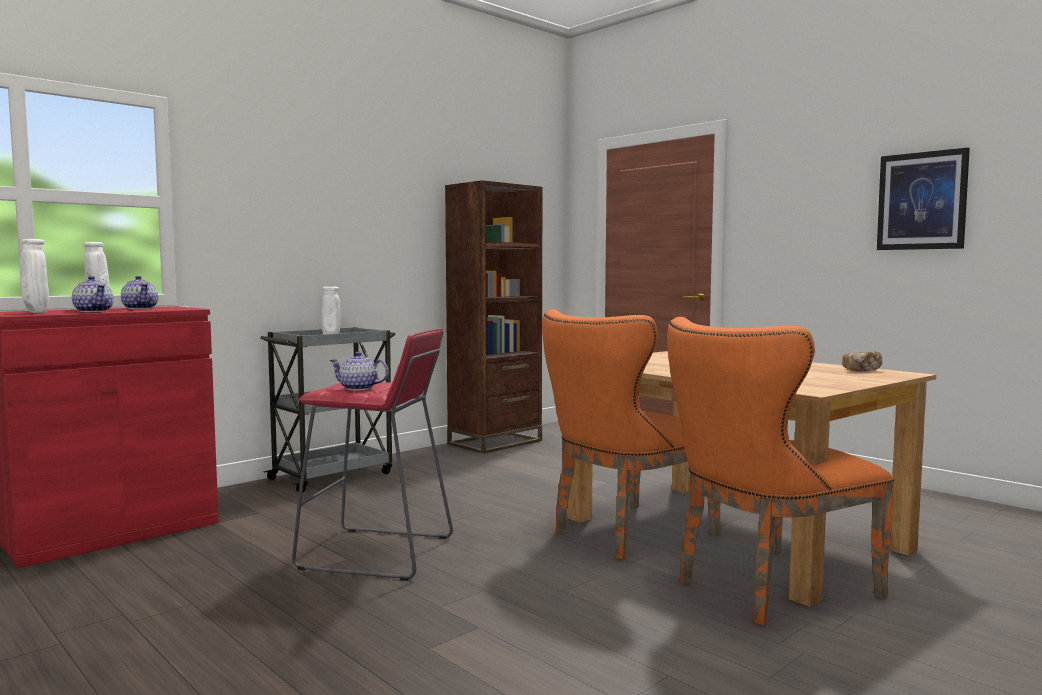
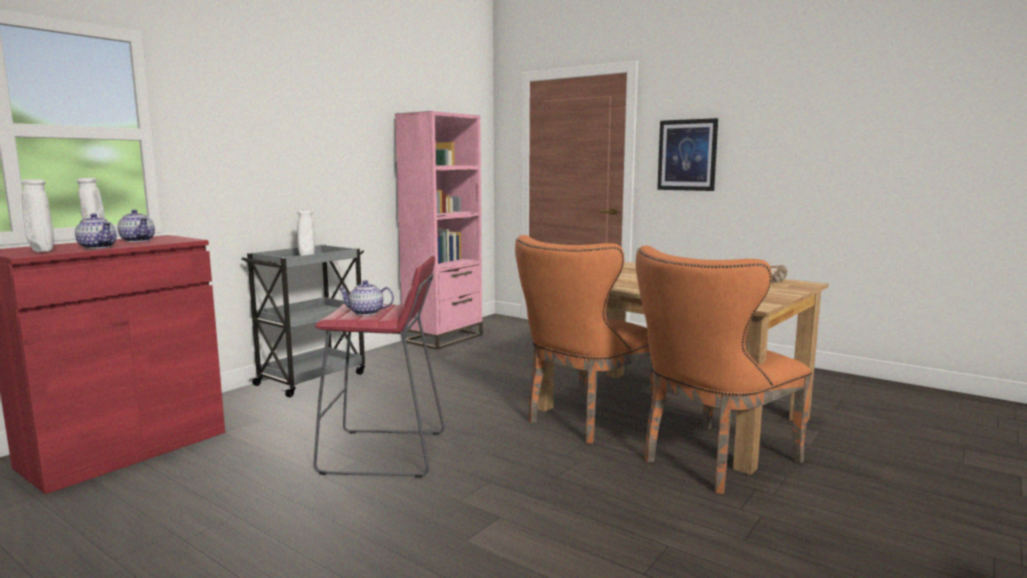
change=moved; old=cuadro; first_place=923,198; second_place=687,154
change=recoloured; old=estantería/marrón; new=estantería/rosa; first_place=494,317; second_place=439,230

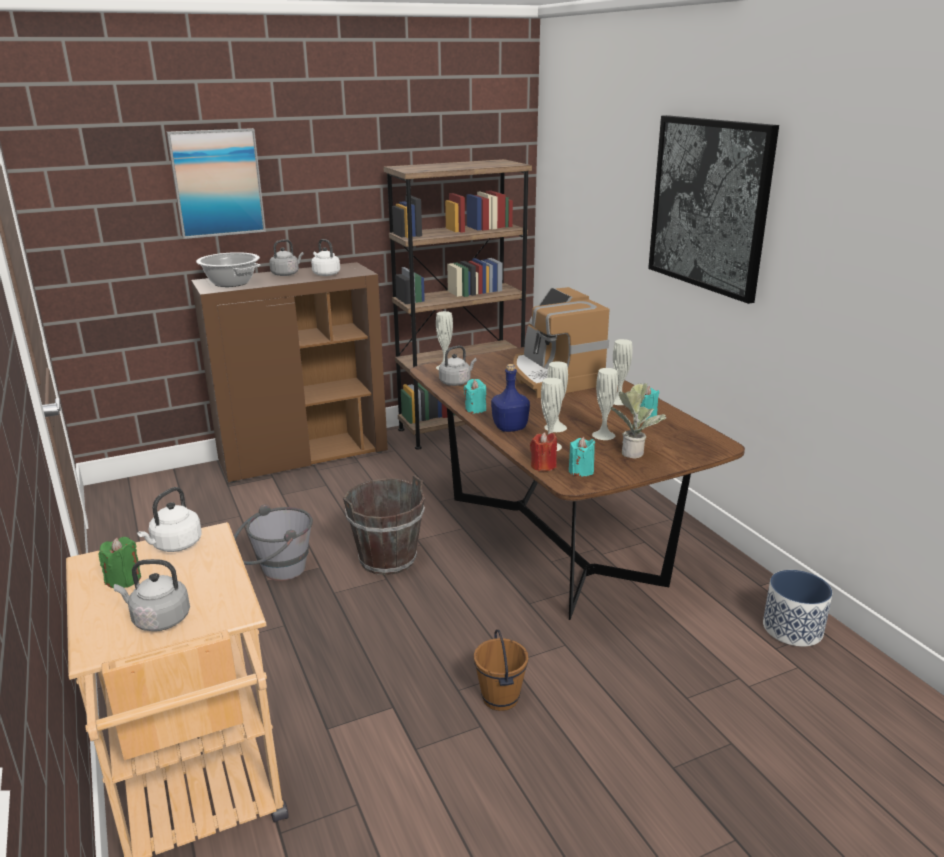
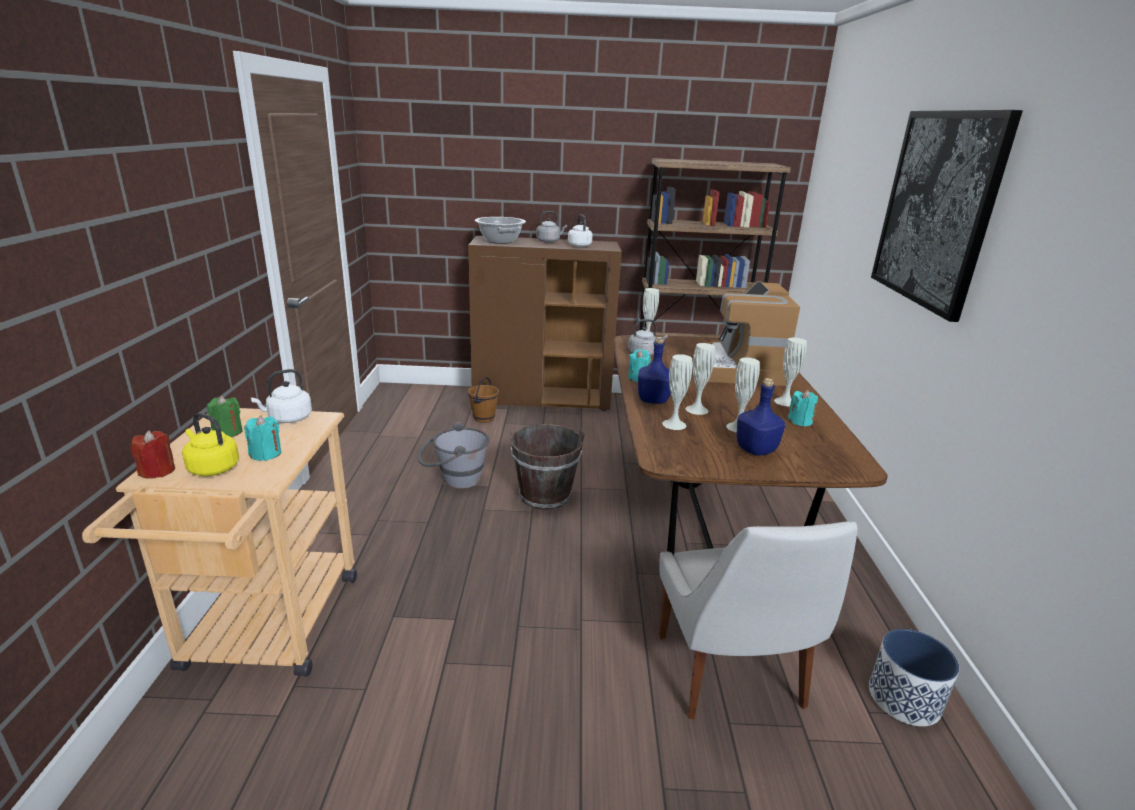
change=removed; old=cuadro; first_place=216,183
change=added; new=silla/blanco; second_place=758,620
change=moved; old=cubo/marrón; first_place=501,670; second_place=483,400
change=moved; old=vela/rojo; first_place=543,451; second_place=153,454
change=moved; old=vela/turquesa; first_place=582,457; second_place=262,438
change=replaced; old=planta en maceta; new=botella/azul; first_place=638,420; second_place=761,417
change=recoloured; old=hervidor/gris; new=hervidor/amarillo; first_place=152,595; second_place=210,444

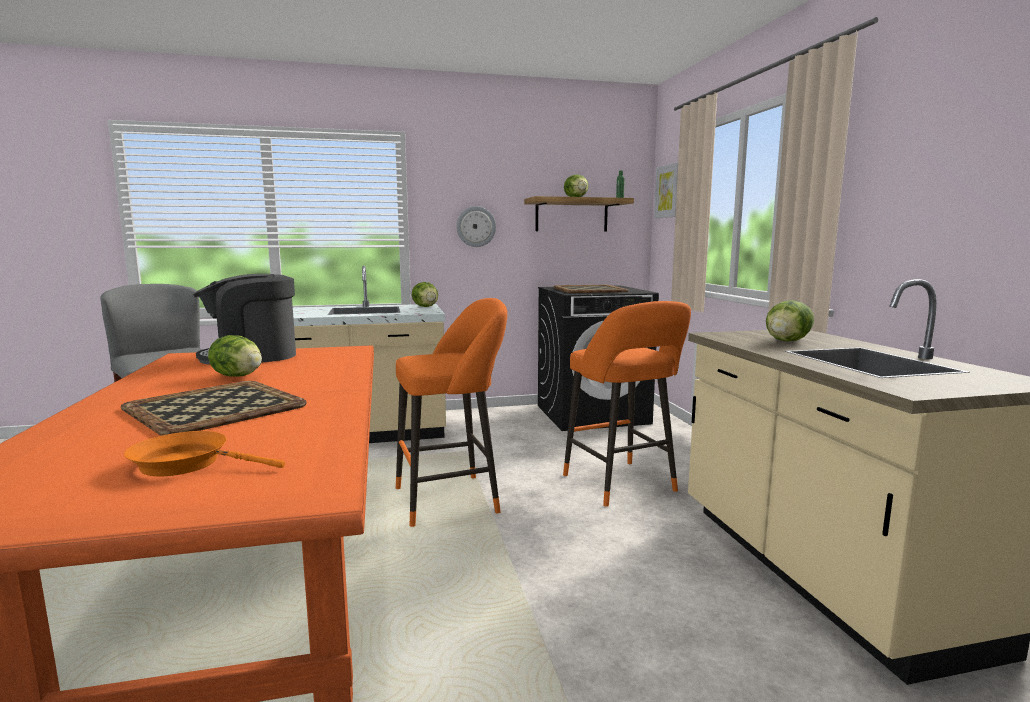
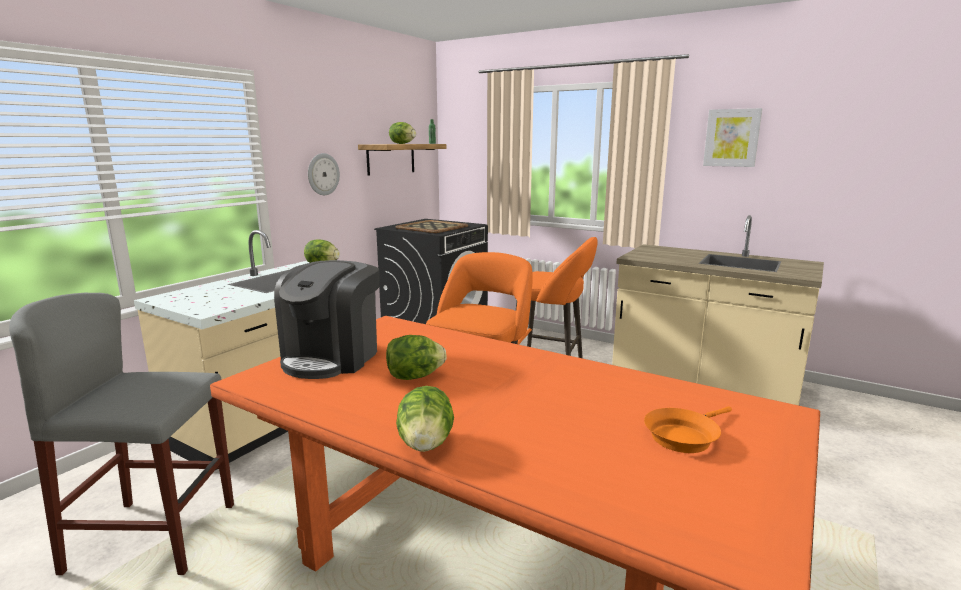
change=removed; old=bandeja; first_place=214,408
change=moved; old=cuadro; first_place=666,190; second_place=732,137
change=moved; old=lechuga; first_place=790,320; second_place=425,419

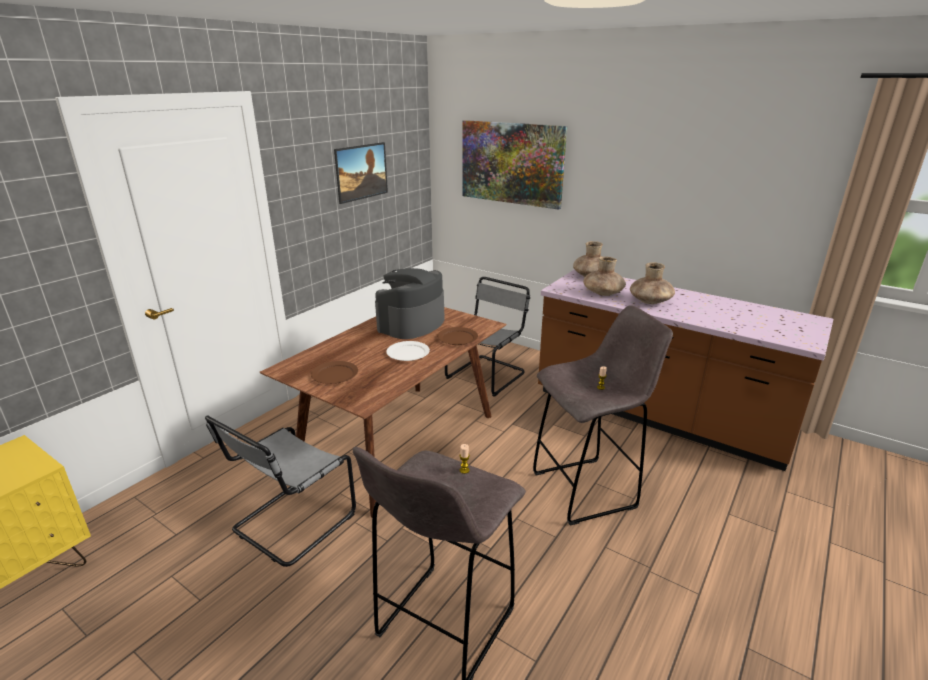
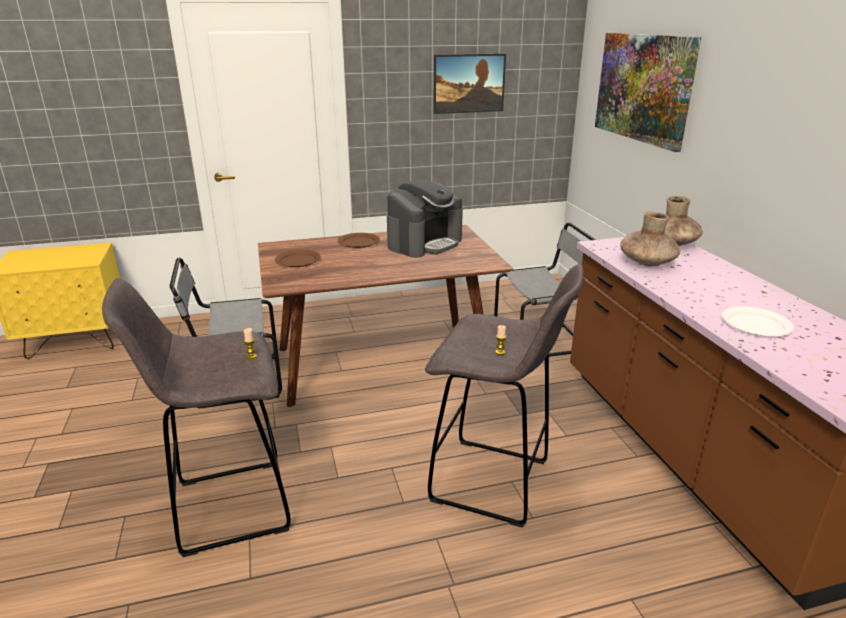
change=removed; old=florero/marrón; first_place=652,283
change=moved; old=plato/blanco; first_place=408,351; second_place=758,321
change=moved; old=plato/marrón; first_place=457,336; second_place=359,240
change=turned; old=cafetera; first_place=410,303; second_place=425,218; degrees=150

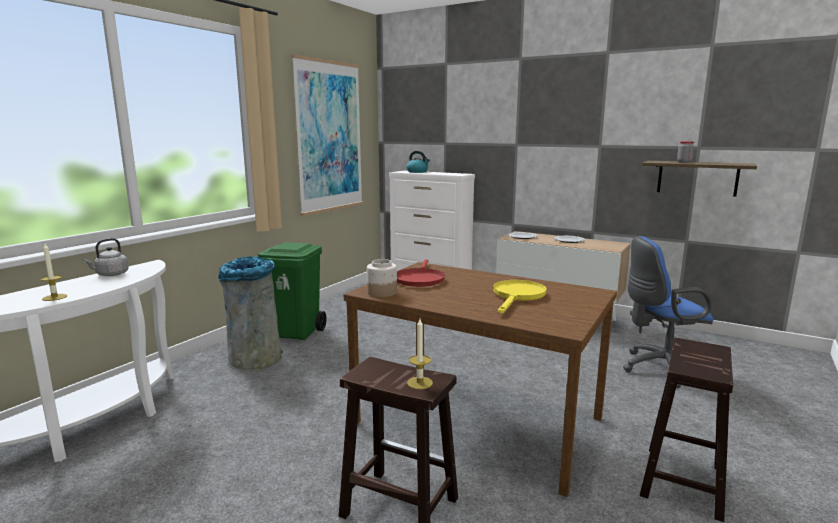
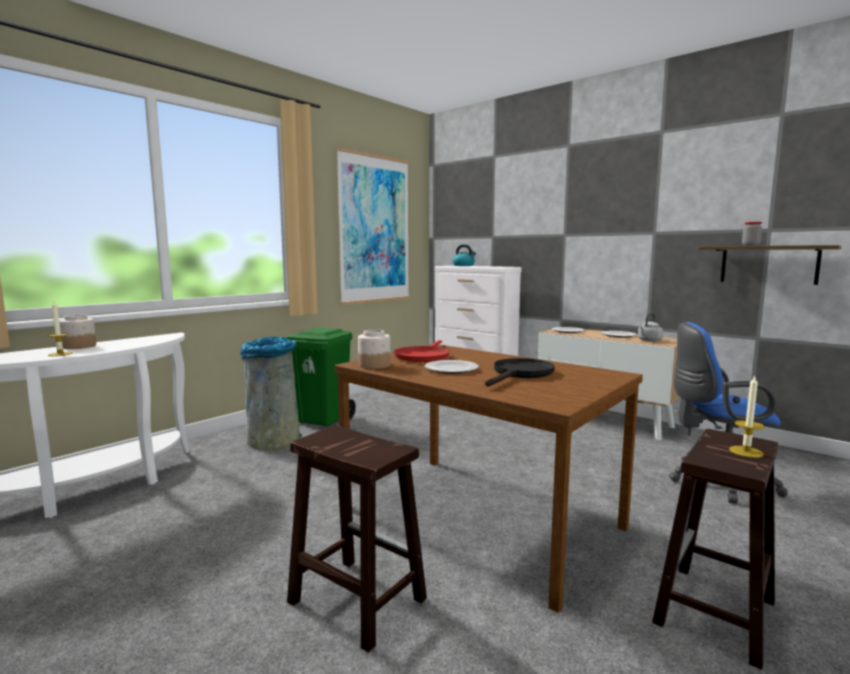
change=added; new=tarro; second_place=77,332
change=added; new=plato; second_place=452,367
change=moved; old=hervidor/gris; first_place=106,257; second_place=650,326
change=moved; old=vela; first_place=420,354; second_place=746,416
change=recoloured; old=sartén/amarillo; new=sartén/negro; first_place=519,297; second_place=520,372

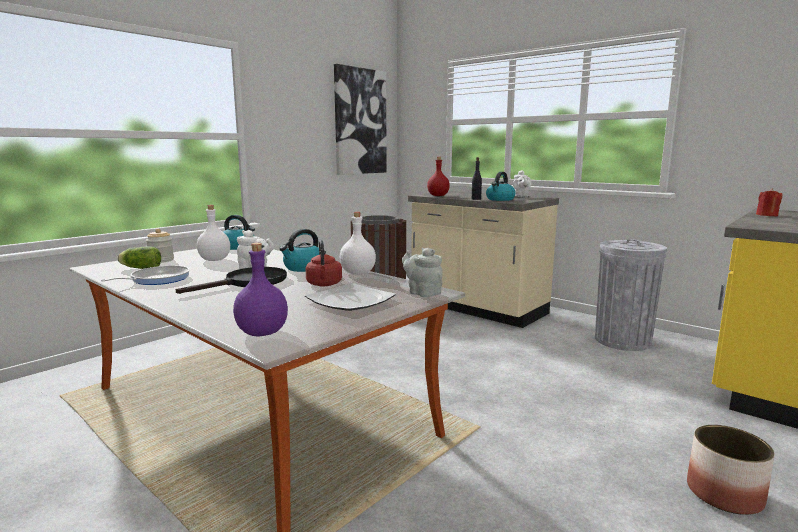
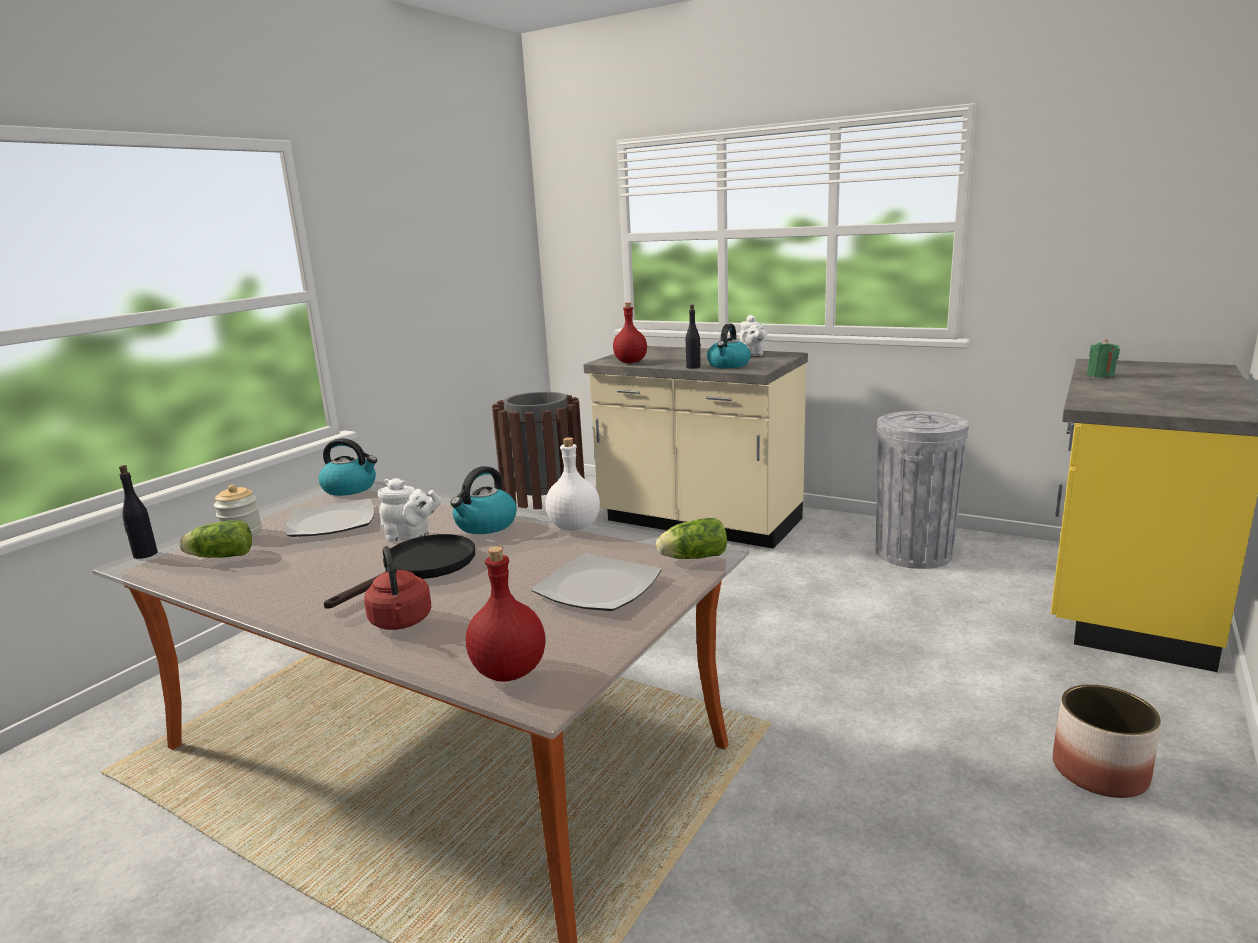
change=removed; old=sartén; first_place=145,275
change=removed; old=cuadro; first_place=360,119
change=added; new=botella/negro; second_place=138,512
change=moved; old=hervidor/rojo; first_place=323,263; second_place=397,588
change=replaced; old=botella/blanco; new=plato; first_place=213,233; second_place=330,517
change=replaced; old=tetera/gris; new=lechuga; first_place=422,272; second_place=691,538
change=recoloured; old=botella/morado; new=botella/rojo; first_place=260,289; second_place=505,614
change=recoloured; old=vela/rojo; new=vela/verde; first_place=769,202; second_place=1103,358

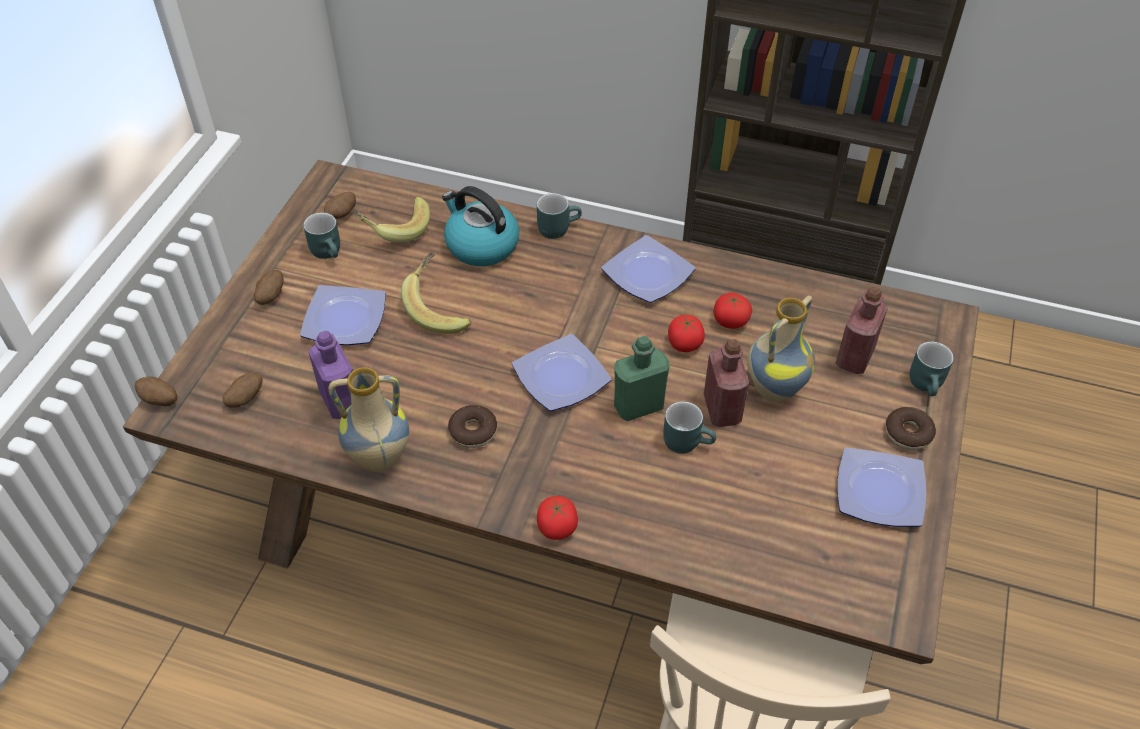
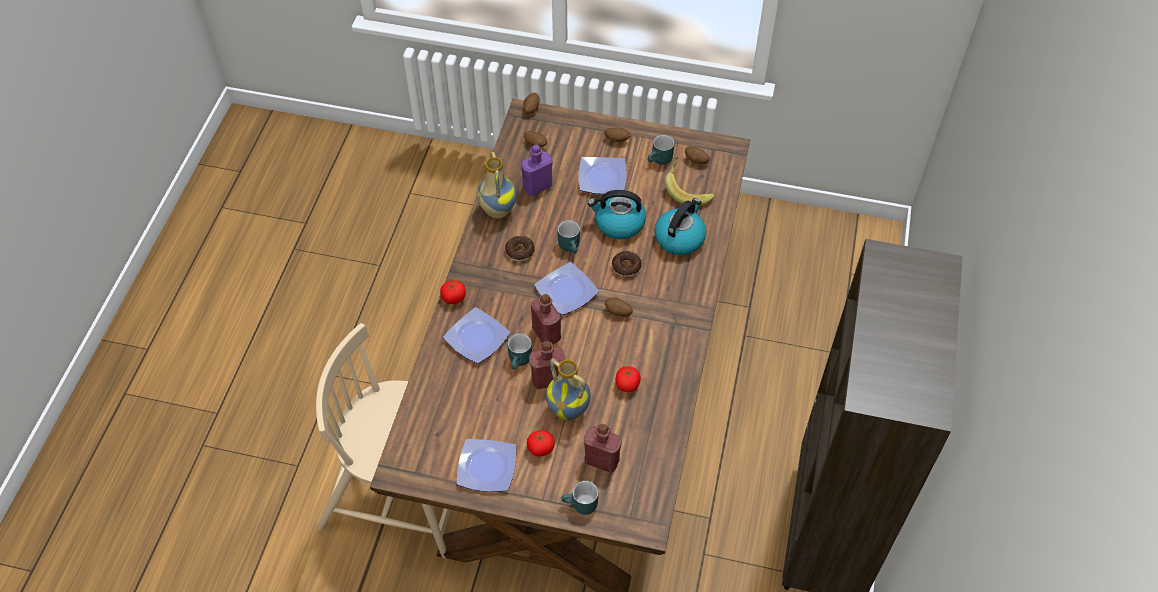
change=added; new=patata; second_place=619,307
change=moved; old=taza grande/turquesa; first_place=559,216; second_place=569,237
change=moved; old=plato; first_place=648,269; second_place=476,335
change=moved; old=tomate; first_place=686,333; second_place=541,443
change=moved; old=rosquilla; first_place=910,428; second_place=627,264
change=replaced; old=plátano; new=hervidor; first_place=436,293; second_place=617,214
change=recoloured; old=botella/verde; new=botella/rojo; first_place=642,378; second_place=546,319

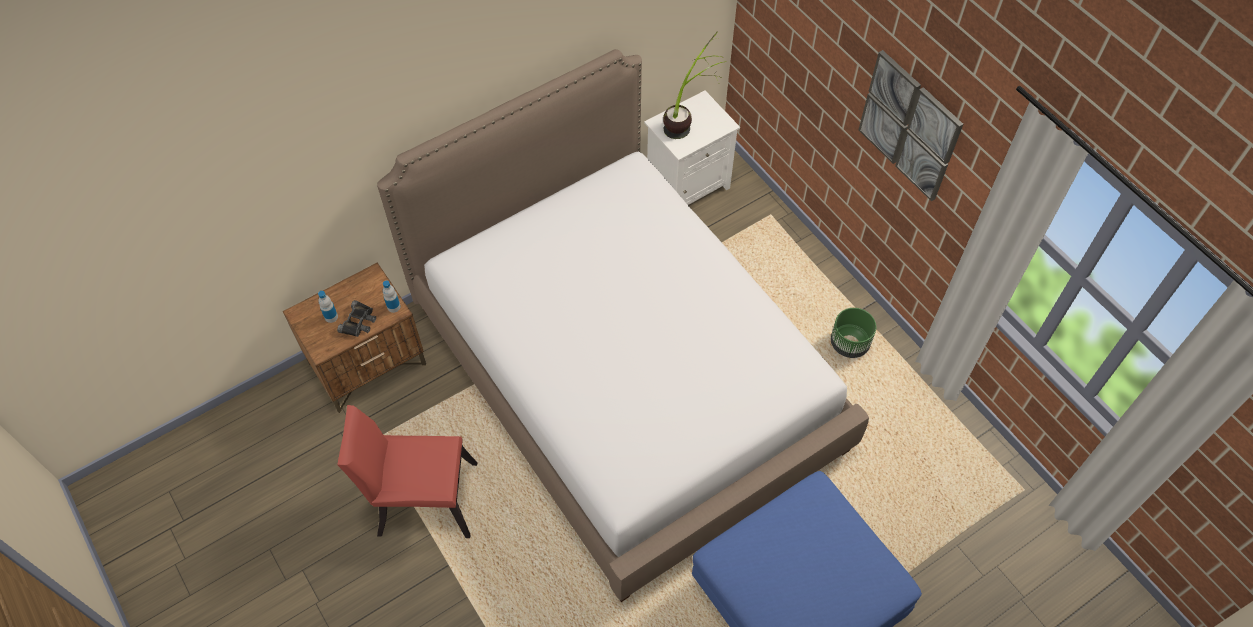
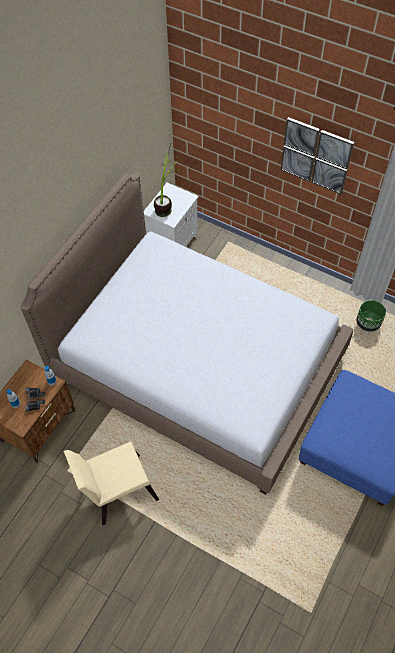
change=moved; old=maceta/verde; first_place=853,333; second_place=371,316
change=recoloured; old=silla/rojo; new=silla/beis; first_place=407,471; second_place=111,483

